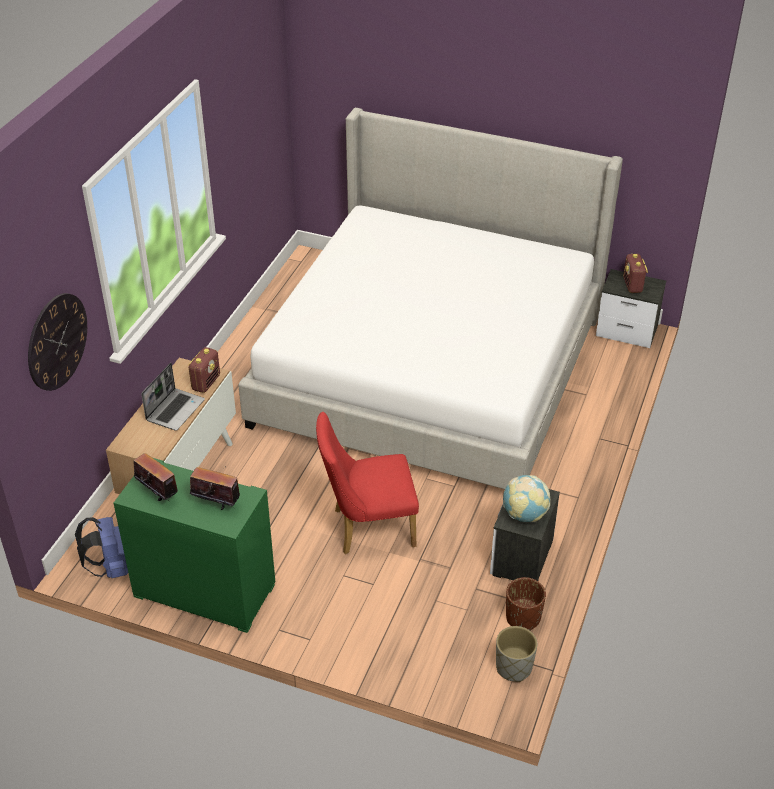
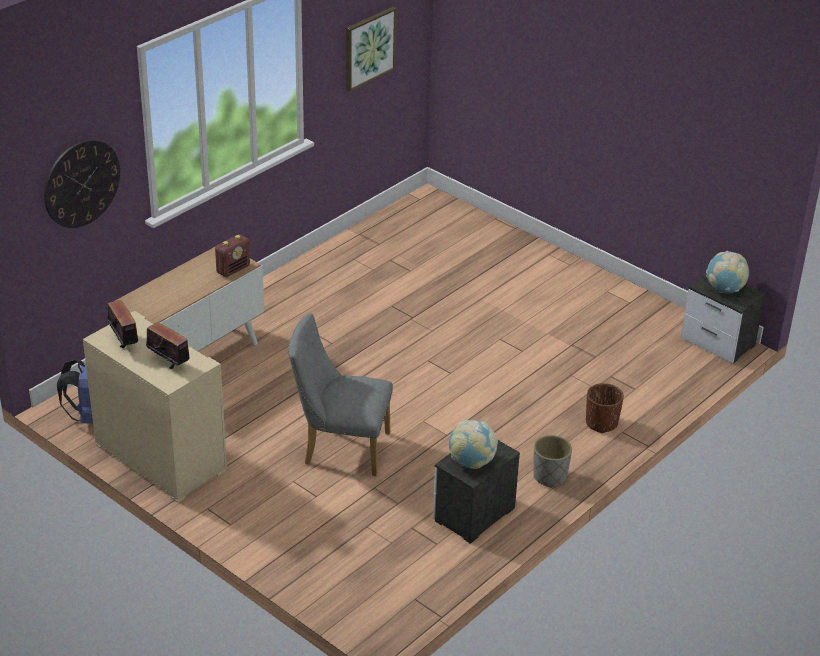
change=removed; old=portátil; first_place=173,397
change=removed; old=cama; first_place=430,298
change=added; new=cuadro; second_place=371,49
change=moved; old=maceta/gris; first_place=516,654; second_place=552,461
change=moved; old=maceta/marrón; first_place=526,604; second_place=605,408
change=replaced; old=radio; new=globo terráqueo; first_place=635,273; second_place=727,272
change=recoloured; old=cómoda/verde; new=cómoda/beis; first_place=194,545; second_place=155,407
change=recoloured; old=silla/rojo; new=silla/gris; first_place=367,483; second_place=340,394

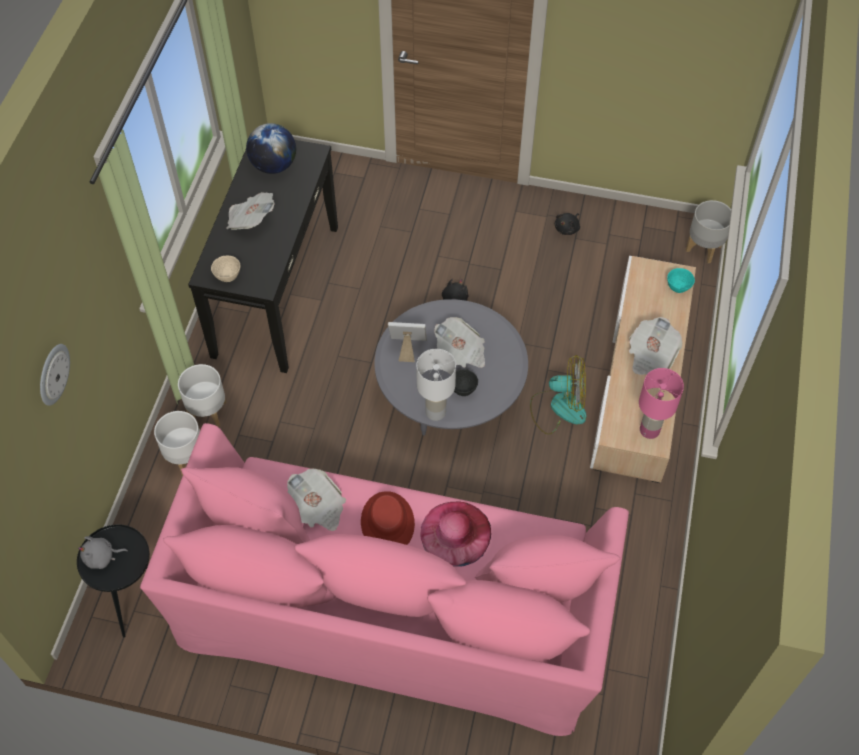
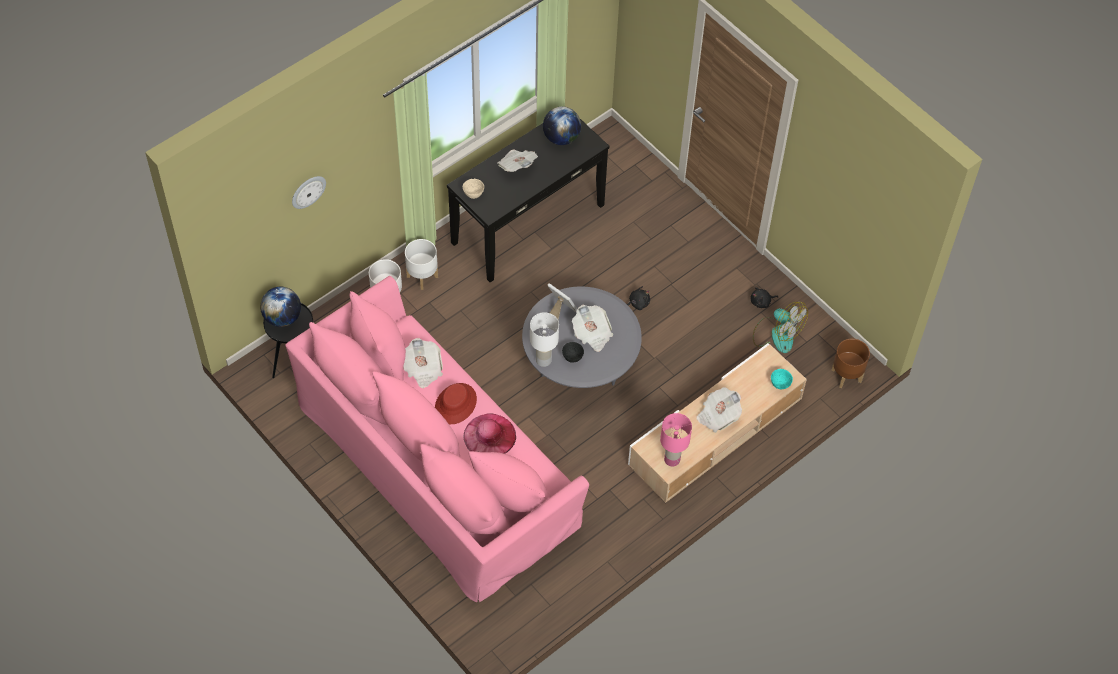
change=moved; old=ventilador; first_place=558,395; second_place=780,327
change=replaced; old=peluche/gris; new=globo terráqueo; first_place=103,552; second_place=280,307
change=recoloured; old=maceta/gris; new=maceta/marrón; first_place=708,231; second_place=851,363

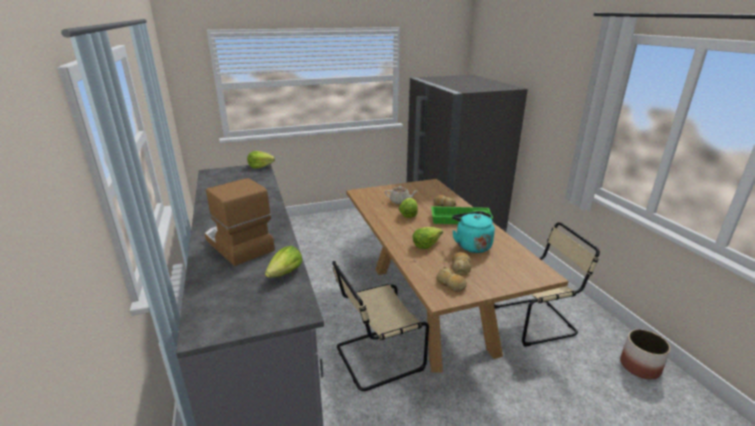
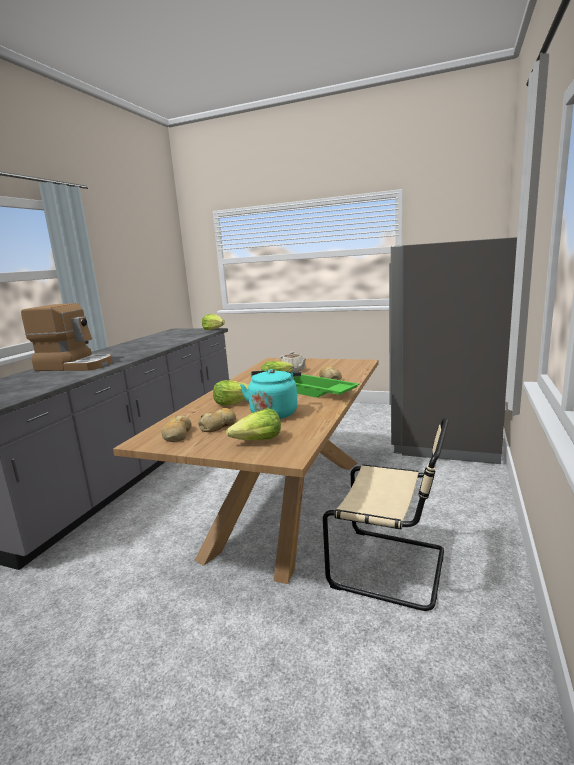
change=removed; old=silla/beis; first_place=380,326
change=removed; old=maceta; first_place=645,354
change=moved; old=lechuga; first_place=283,262; second_place=253,424
change=turned; old=cafetera; first_place=240,222; second_place=66,337; degrees=105

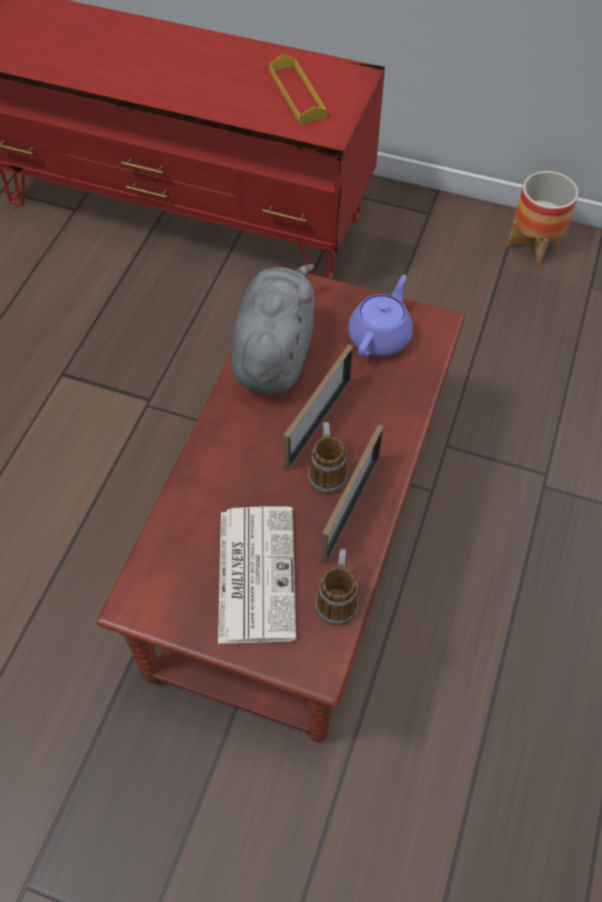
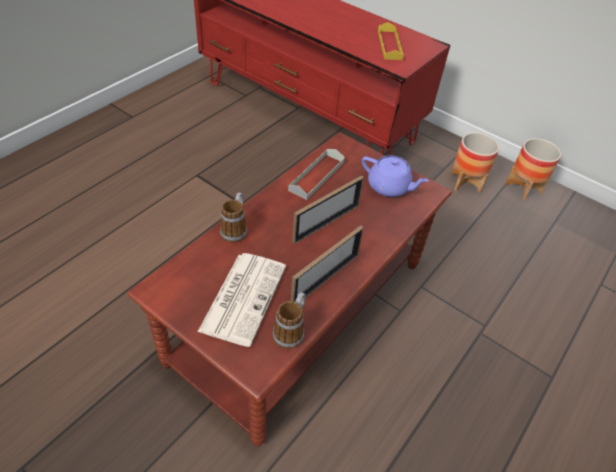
change=added; new=maceta; second_place=475,162
change=moved; old=taza grande; first_place=327,458; second_place=233,217
change=replaced; old=peluche/gris; new=bandeja/gris; first_place=273,329; second_place=316,174
change=turned; old=tetera/morado; first_place=380,316; second_place=395,176; degrees=75

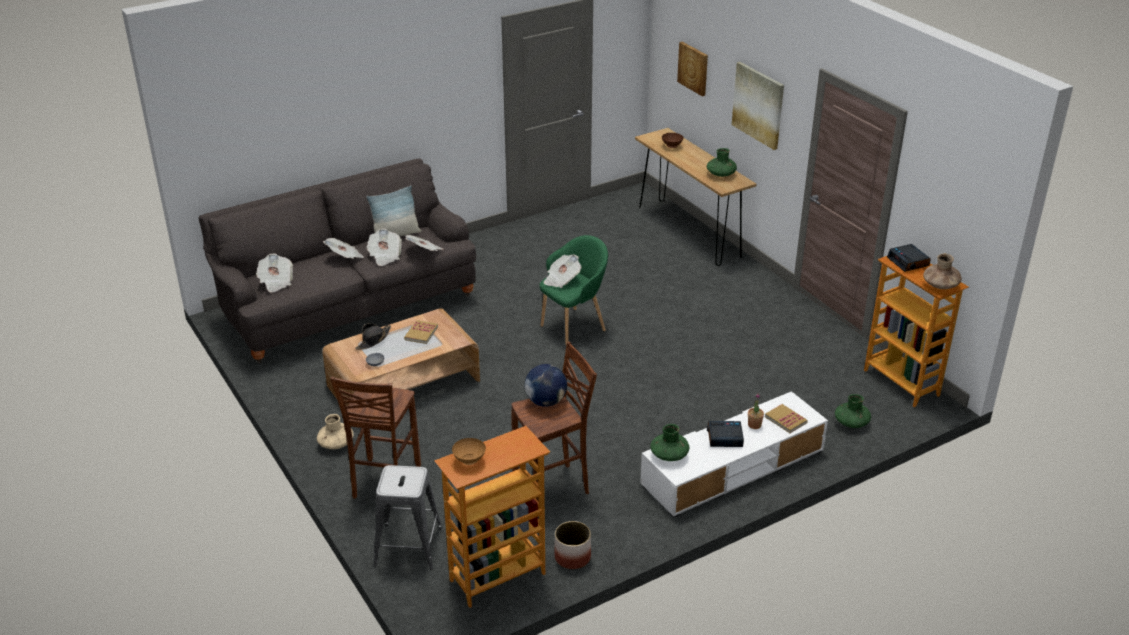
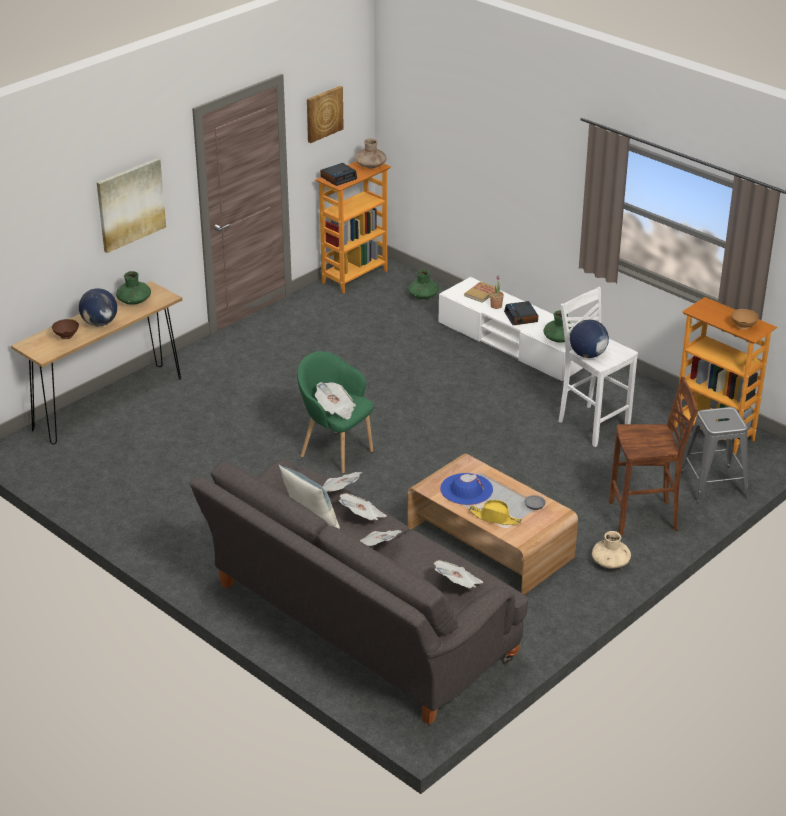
change=removed; old=maceta; first_place=573,545
change=added; new=globo terráqueo; second_place=98,307
change=moved; old=cuadro; first_place=692,69; second_place=325,114
change=replaced; old=libro; new=sombrero/azul; first_place=421,332; second_place=466,489
change=recoloured; old=sombrero/negro; new=sombrero/amarillo; first_place=373,336; second_place=495,512
change=recoloured; old=taburete/marrón; new=taburete/blanco; first_place=554,422; second_place=598,367

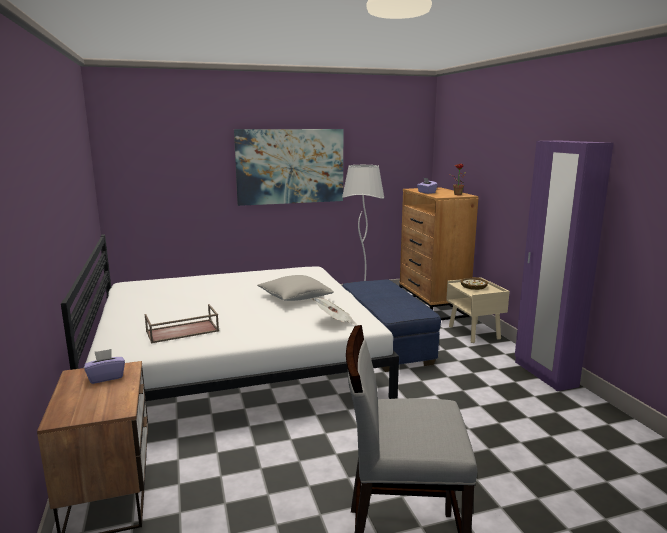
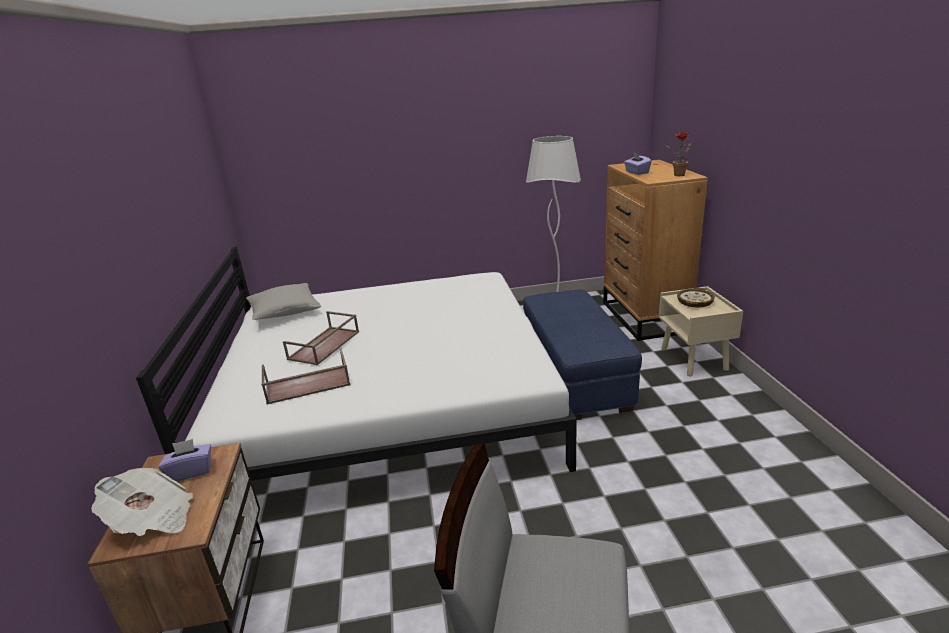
change=removed; old=cuadro; first_place=288,167
change=removed; old=armario ropero/morado; first_place=564,266
change=added; new=bandeja/marrón; second_place=321,338
change=moved; old=cojín/gris; first_place=295,288; second_place=283,301
change=moved; old=periódico; first_place=334,311; second_place=142,502

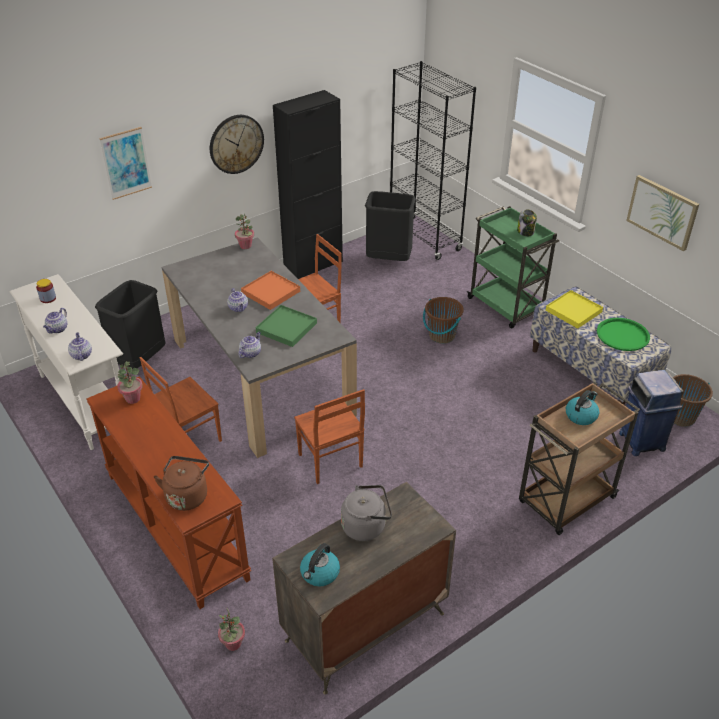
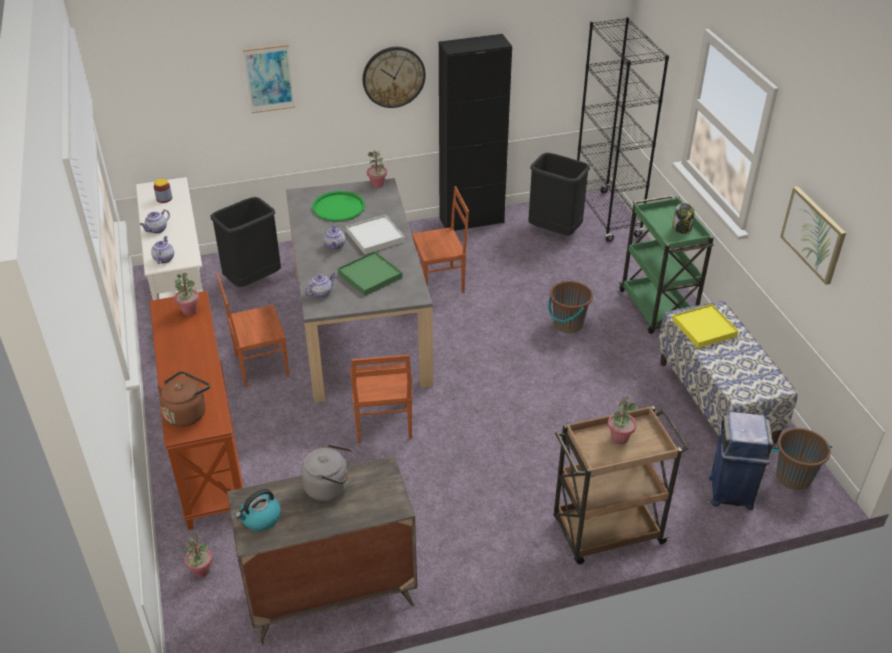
change=moved; old=bandeja/verde; first_place=623,334; second_place=338,206
change=replaced; old=hervidor; new=planta en maceta; first_place=582,407; second_place=623,420
change=recoloured; old=bandeja/naranja; new=bandeja/blanco; first_place=270,290; second_place=375,234

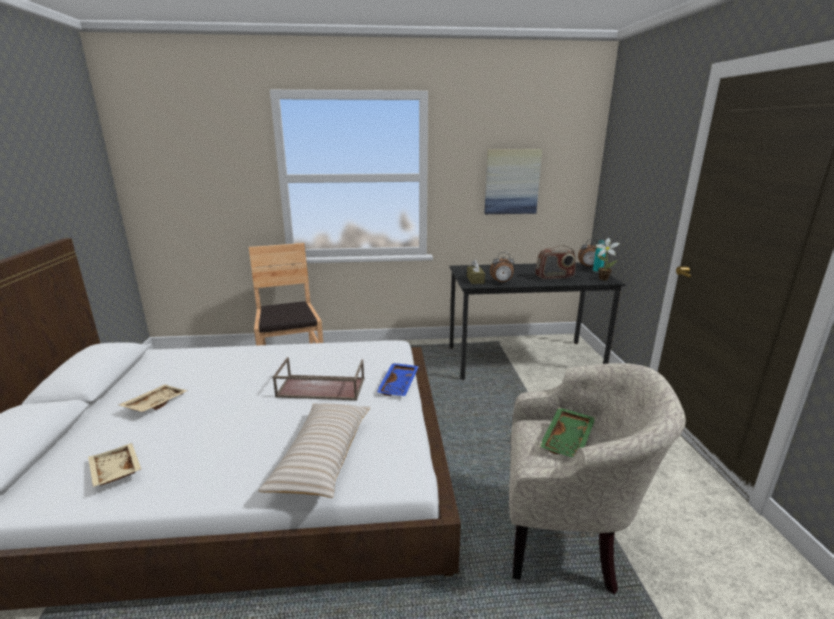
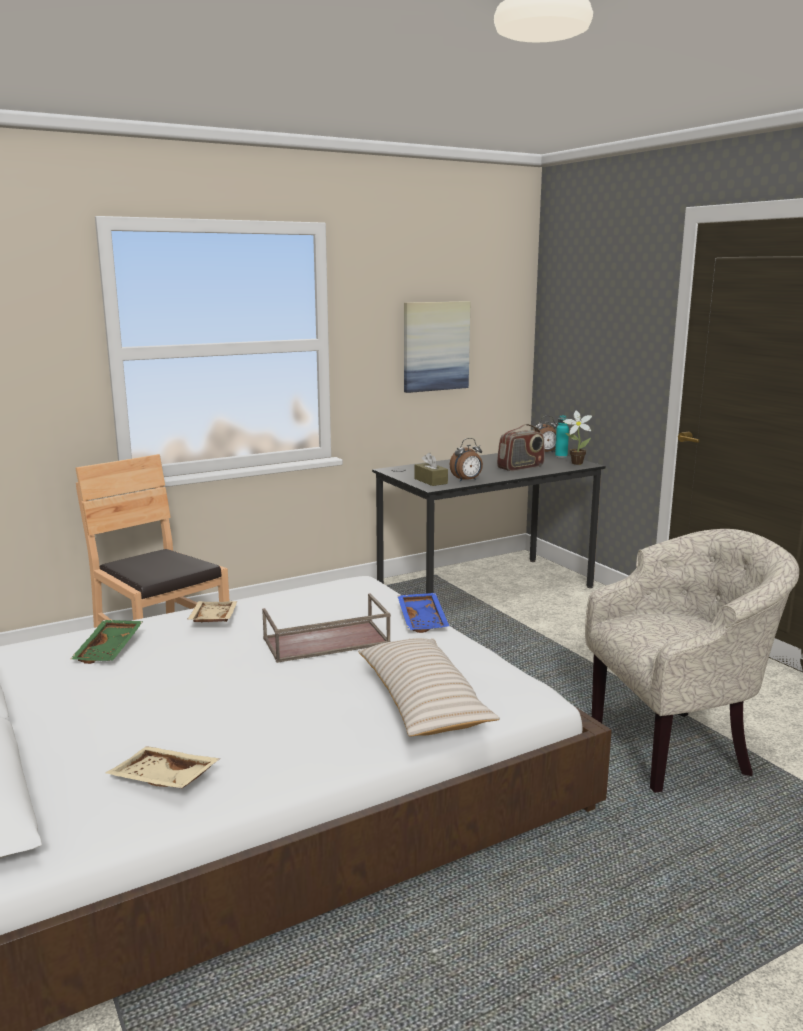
change=moved; old=bandeja/beis; first_place=153,398; second_place=212,612
change=moved; old=bandeja/verde; first_place=567,432; second_place=107,642

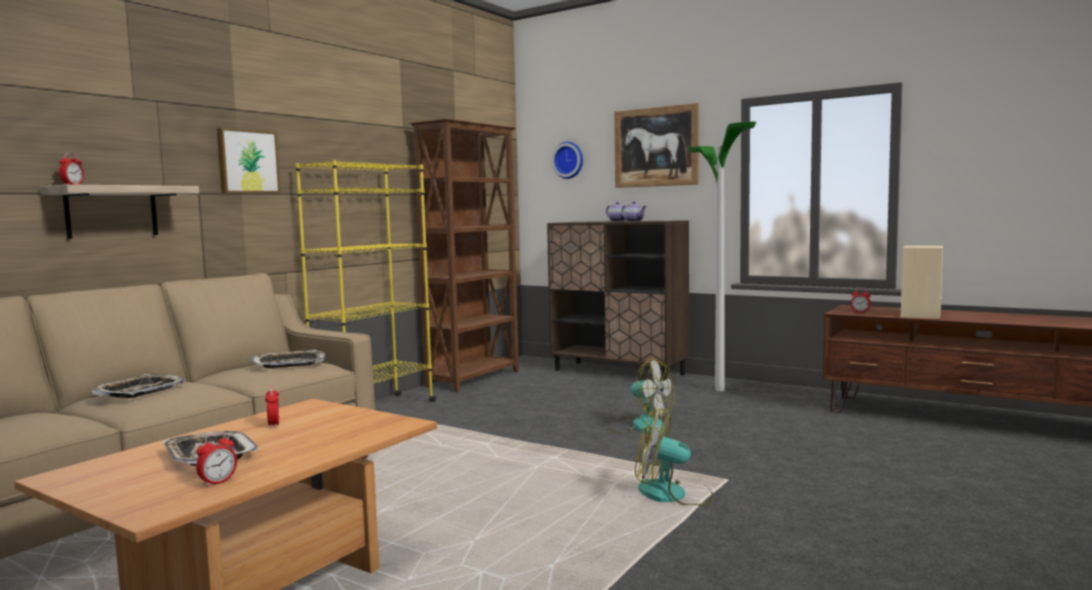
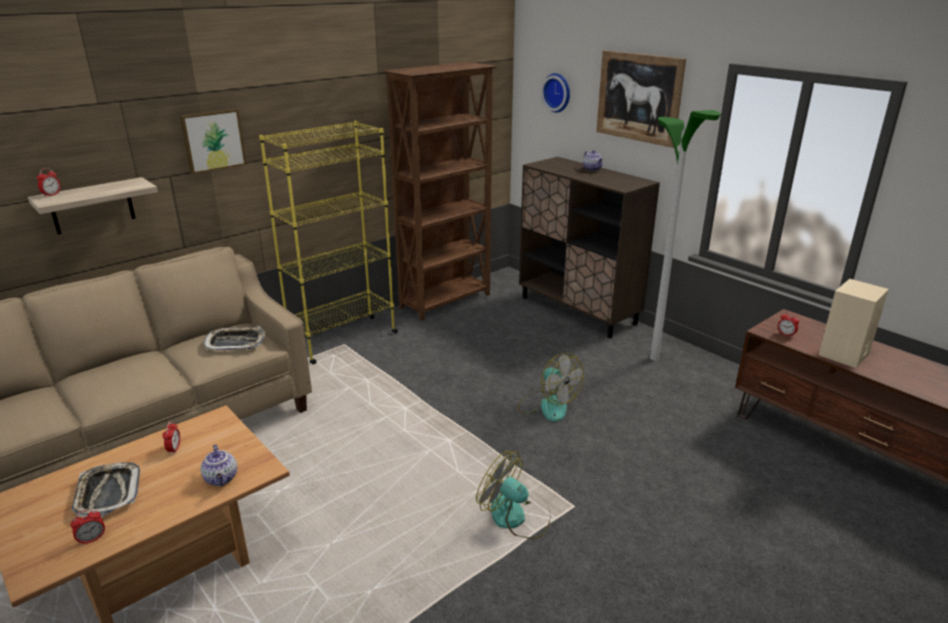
change=removed; old=bandeja; first_place=138,386
change=moved; old=tetera; first_place=634,211; second_place=218,465

